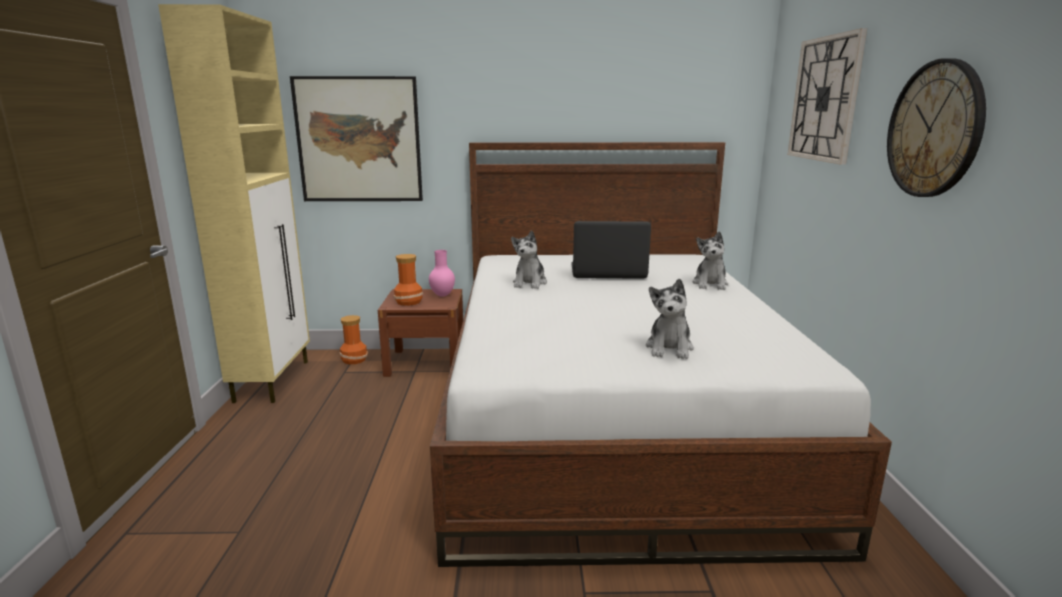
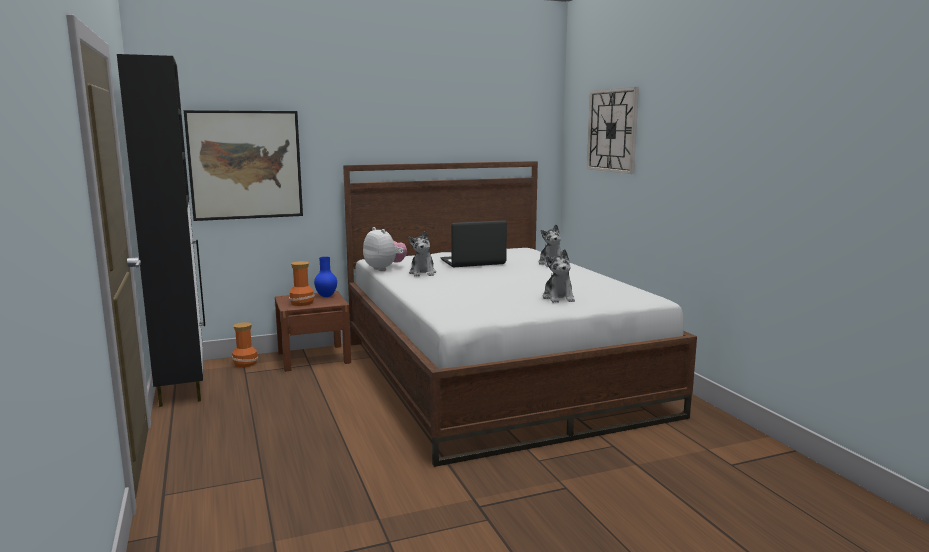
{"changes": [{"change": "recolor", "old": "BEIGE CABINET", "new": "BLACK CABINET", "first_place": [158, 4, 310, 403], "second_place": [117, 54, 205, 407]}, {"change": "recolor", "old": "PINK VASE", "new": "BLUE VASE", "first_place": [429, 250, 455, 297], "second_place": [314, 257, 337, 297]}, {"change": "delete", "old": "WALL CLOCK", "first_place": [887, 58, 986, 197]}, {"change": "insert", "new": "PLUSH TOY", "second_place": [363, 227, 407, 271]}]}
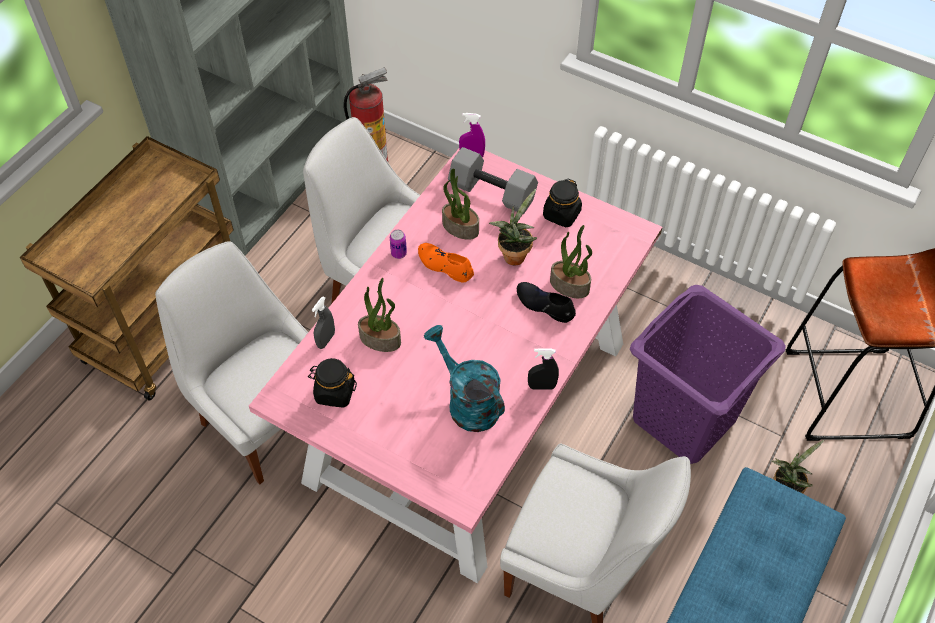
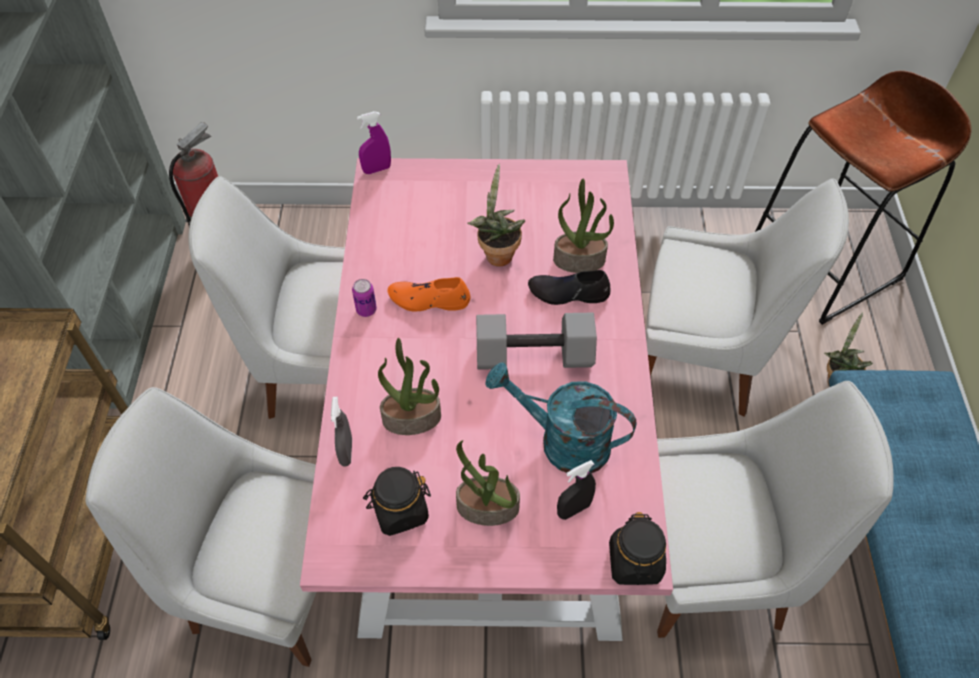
{"changes": [{"change": "move", "old": "POTTED PLANT", "first_place": [442, 169, 479, 240], "second_place": [456, 440, 520, 526]}, {"change": "move", "old": "GREY DUMBBELL", "first_place": [448, 147, 538, 214], "second_place": [476, 313, 597, 370]}, {"change": "move", "old": "BLACK SPRAY BOTTLE", "first_place": [528, 348, 559, 390], "second_place": [557, 460, 596, 520]}, {"change": "move", "old": "BLACK JAR", "first_place": [543, 179, 582, 227], "second_place": [609, 512, 666, 585]}, {"change": "replace", "old": "PURPLE LAUNDRY BASKET", "new": "WHITE CHAIR", "first_place": [630, 285, 786, 464], "second_place": [646, 178, 849, 417]}]}
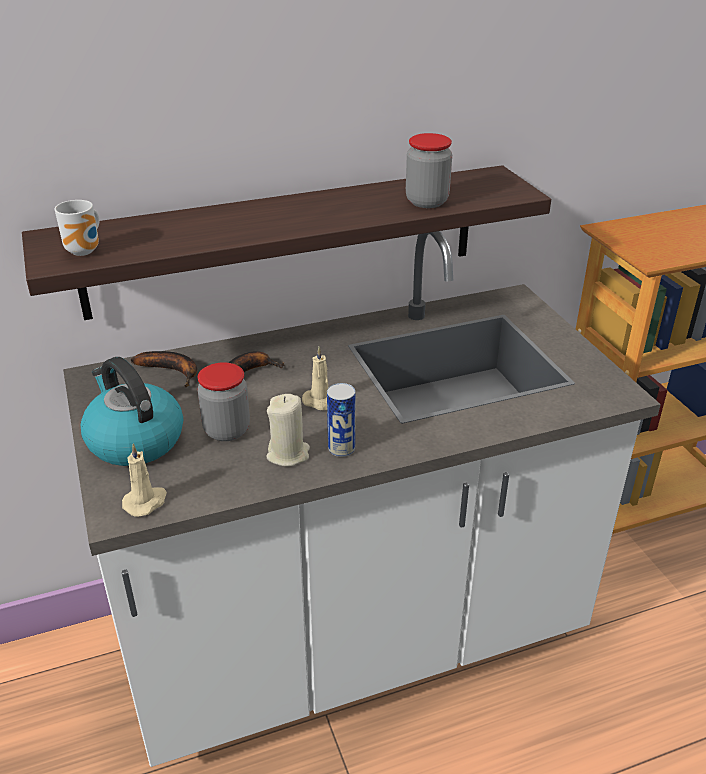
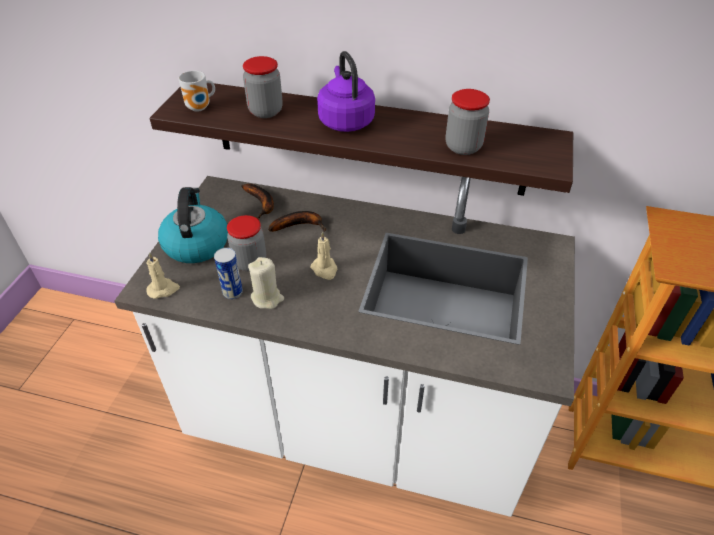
{"changes": [{"change": "move", "old": "CAN", "first_place": [327, 383, 355, 457], "second_place": [214, 248, 243, 299]}, {"change": "insert", "new": "JAR", "second_place": [243, 56, 283, 118]}, {"change": "insert", "new": "PURPLE KETTLE", "second_place": [317, 51, 375, 132]}]}
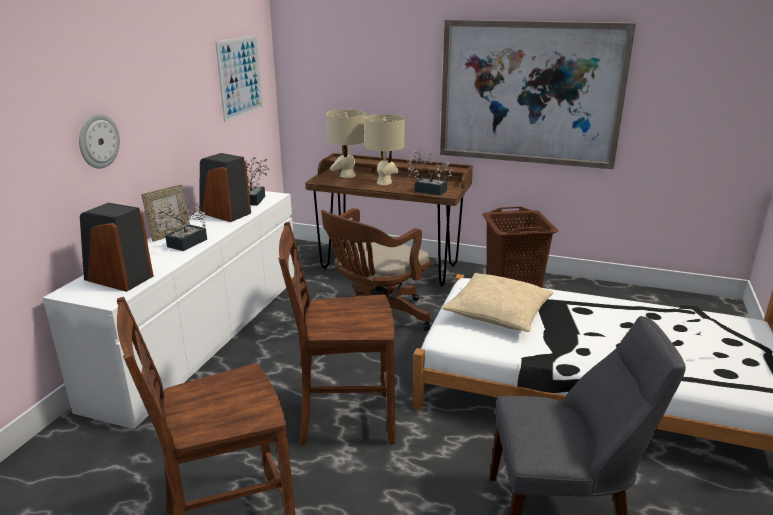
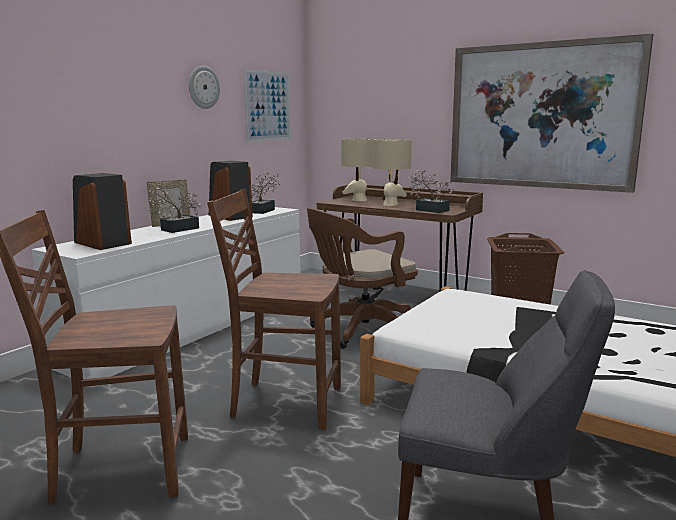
{"changes": [{"change": "move", "old": "WALL CLOCK", "first_place": [79, 113, 120, 169], "second_place": [189, 66, 220, 109]}, {"change": "delete", "old": "BEIGE PILLOW", "first_place": [442, 273, 553, 332]}]}
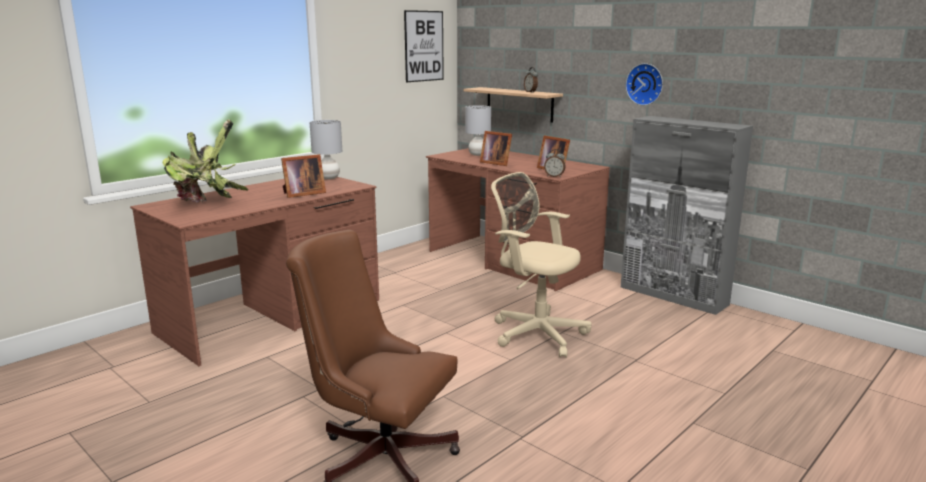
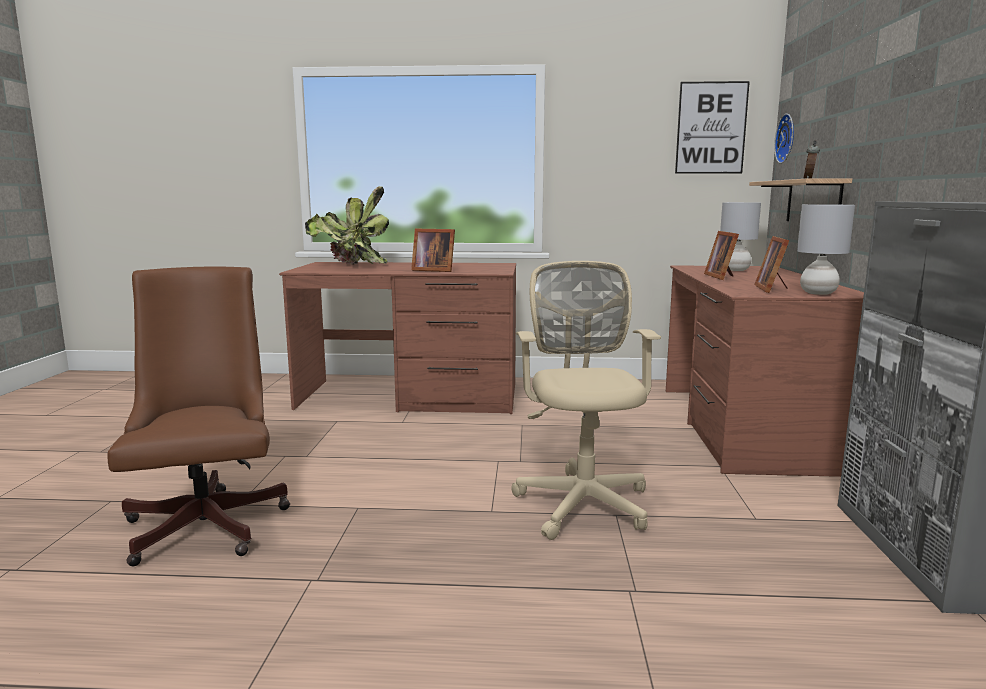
{"changes": [{"change": "move", "old": "GREY TABLE LAMP", "first_place": [310, 120, 342, 179], "second_place": [797, 204, 855, 295]}, {"change": "delete", "old": "ALARM CLOCK", "first_place": [544, 149, 566, 177]}, {"change": "move", "old": "WALL CLOCK", "first_place": [626, 63, 663, 106], "second_place": [774, 114, 794, 164]}]}
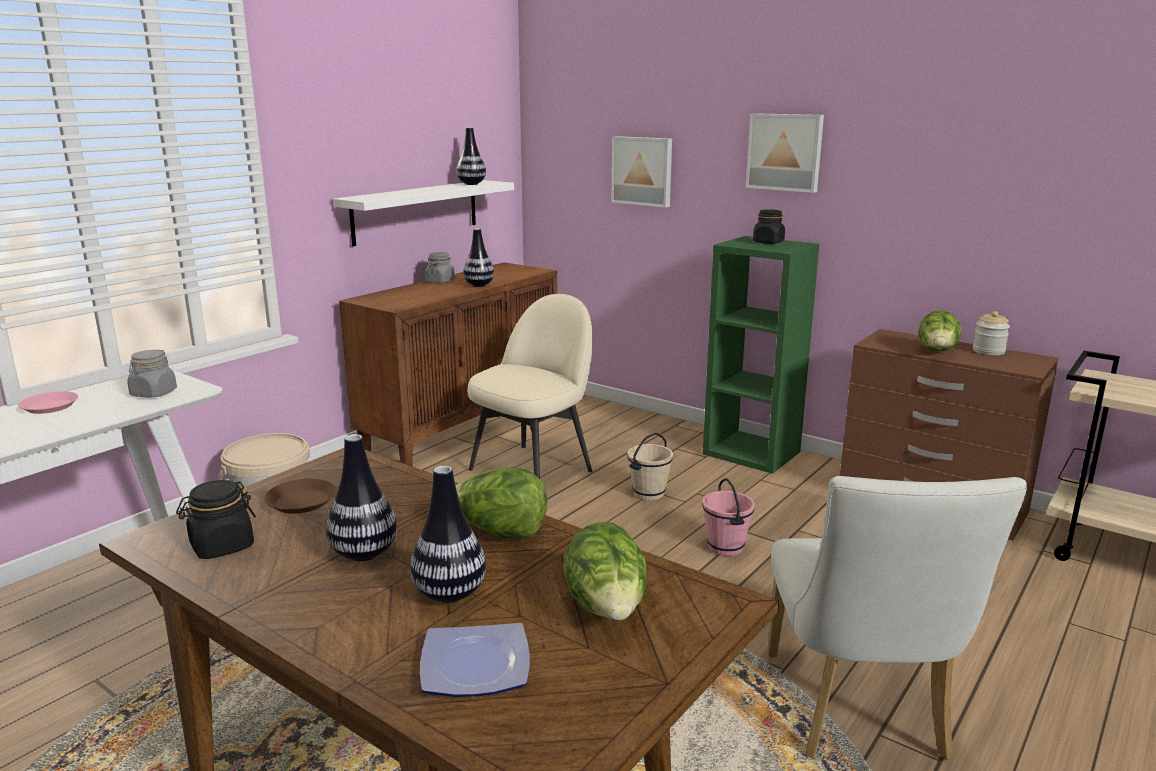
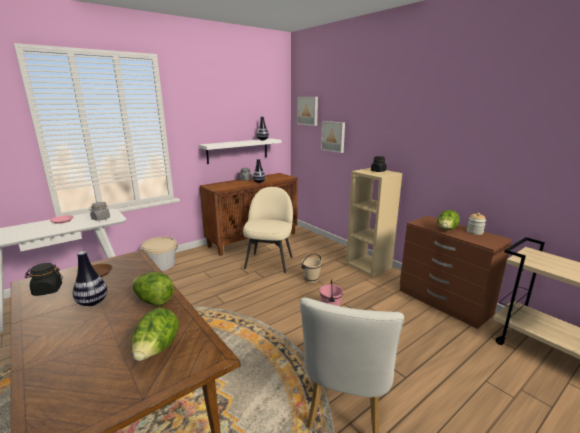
{"changes": [{"change": "delete", "old": "VASE", "first_place": [410, 466, 486, 603]}, {"change": "delete", "old": "PLATE", "first_place": [420, 623, 530, 697]}, {"change": "rotate", "old": "BEIGE CHAIR", "first_place": [468, 294, 593, 479], "second_place": [243, 187, 293, 273], "degrees": -45}, {"change": "recolor", "old": "GREEN BOOKCASE", "new": "BEIGE BOOKCASE", "first_place": [703, 236, 819, 474], "second_place": [346, 168, 402, 277]}, {"change": "move", "old": "PICTURE", "first_place": [746, 113, 824, 193], "second_place": [297, 97, 318, 126]}]}
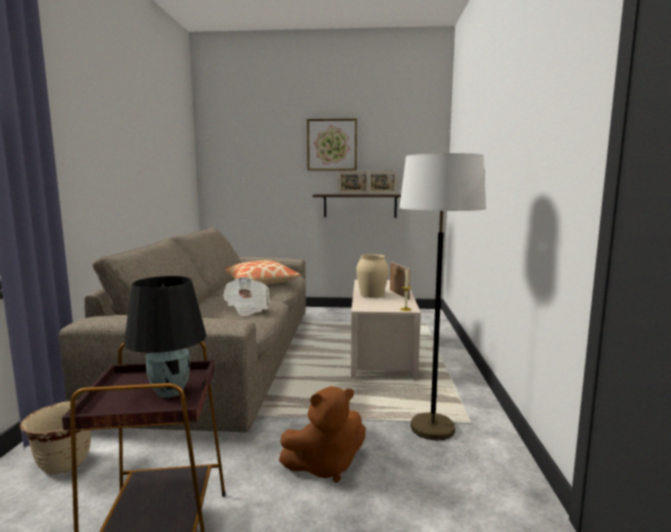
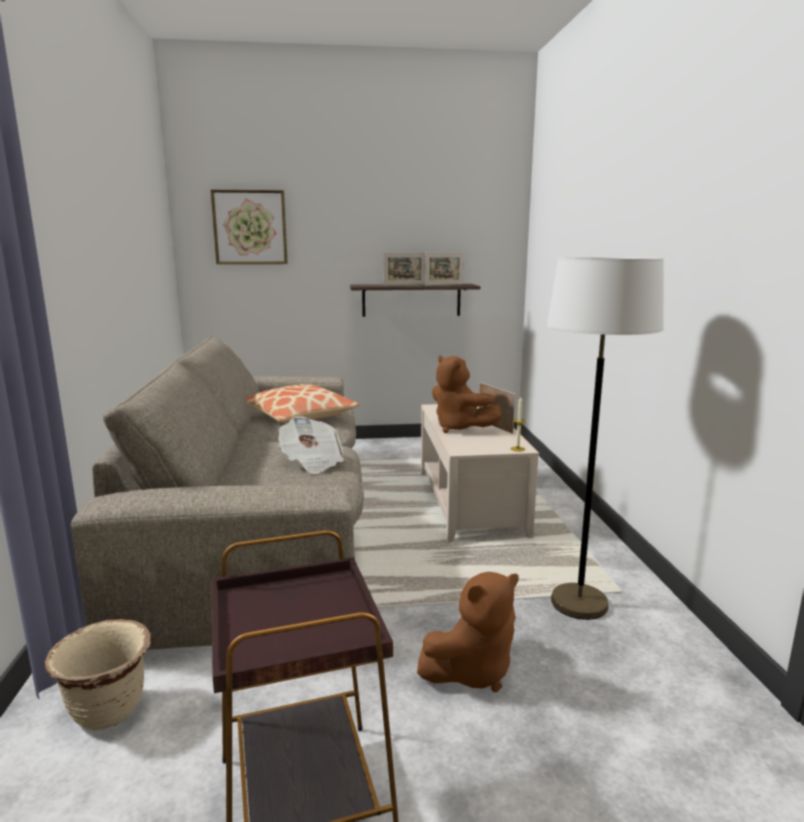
{"changes": [{"change": "delete", "old": "BLACK TABLE LAMP", "first_place": [124, 276, 207, 398]}, {"change": "move", "old": "PICTURE", "first_place": [307, 119, 357, 171], "second_place": [211, 190, 288, 264]}, {"change": "replace", "old": "BEIGE VASE", "new": "BROWN PLUSH TOY", "first_place": [356, 254, 389, 298], "second_place": [432, 355, 501, 433]}]}
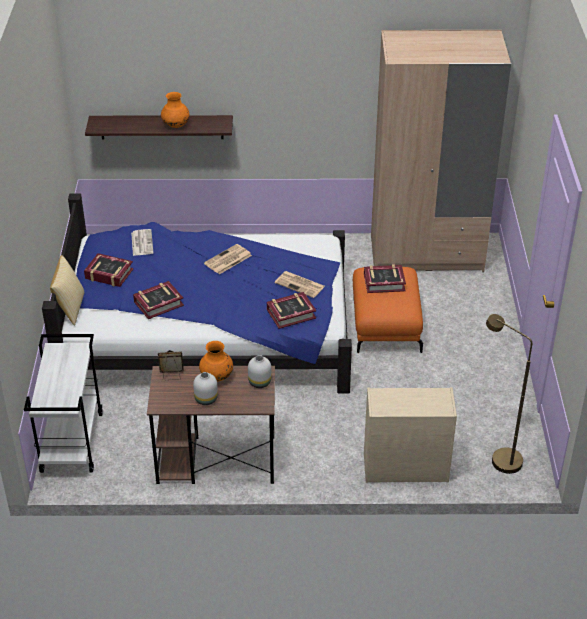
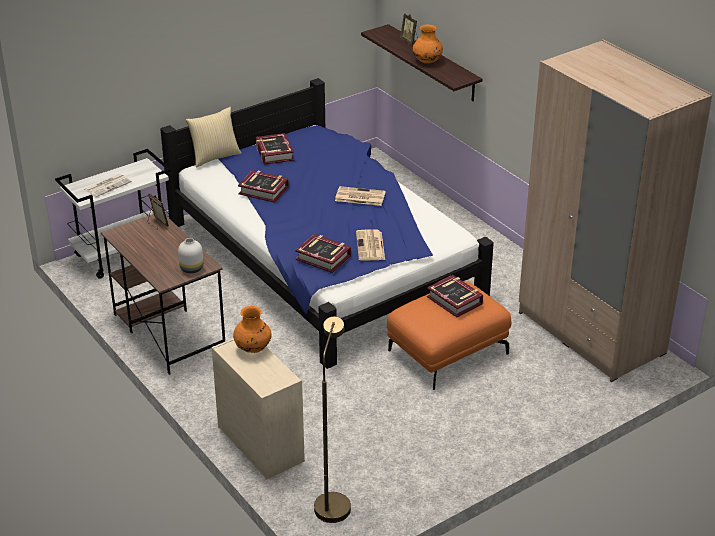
{"changes": [{"change": "move", "old": "NEWSPAPER", "first_place": [131, 229, 153, 256], "second_place": [84, 174, 132, 197]}, {"change": "delete", "old": "WHITE VASE", "first_place": [193, 372, 218, 405]}, {"change": "move", "old": "ORANGE VASE", "first_place": [199, 341, 233, 382], "second_place": [233, 306, 272, 353]}, {"change": "insert", "new": "PICTURE FRAME", "second_place": [400, 13, 418, 45]}]}
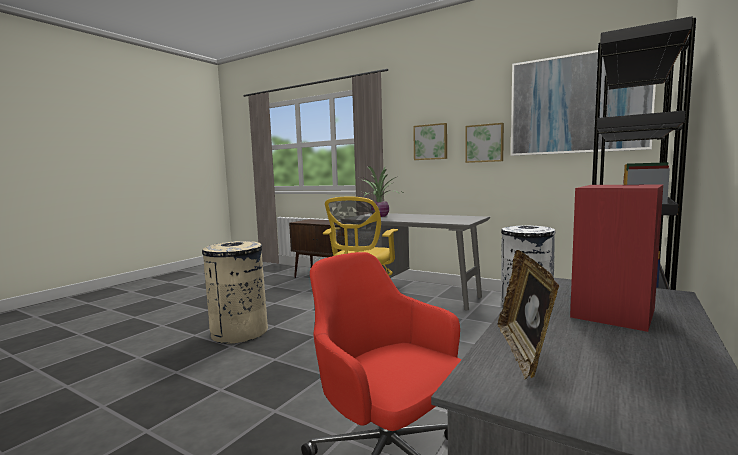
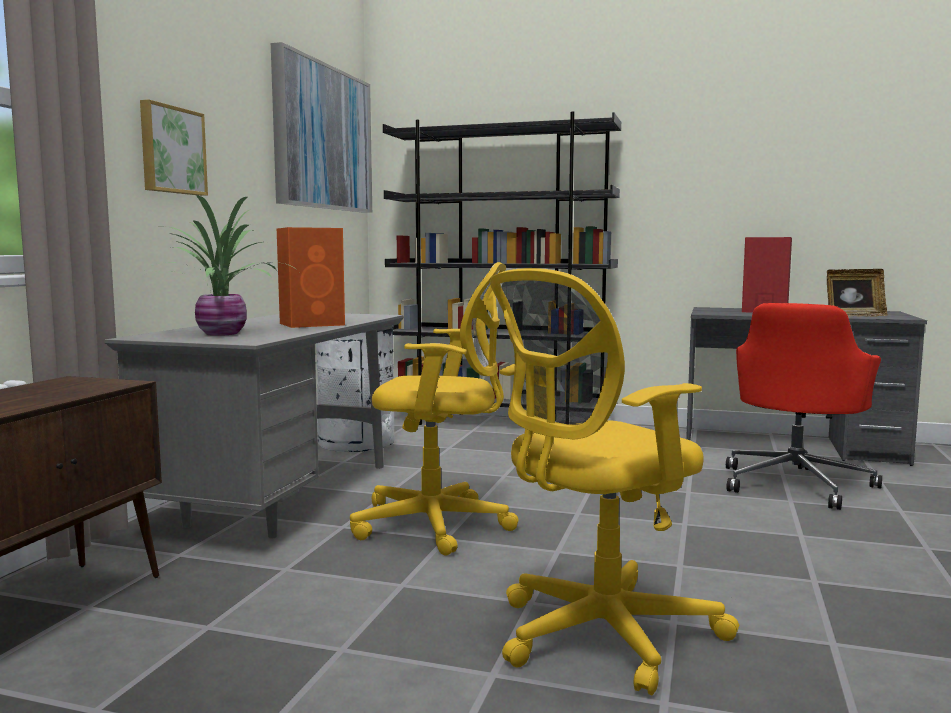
{"changes": [{"change": "replace", "old": "BEIGE TRASH CAN", "new": "YELLOW OFFICE CHAIR", "first_place": [202, 241, 268, 343], "second_place": [490, 268, 740, 695]}, {"change": "delete", "old": "PICTURE", "first_place": [465, 123, 504, 163]}, {"change": "insert", "new": "ORANGE SPEAKER", "second_place": [277, 227, 345, 328]}]}
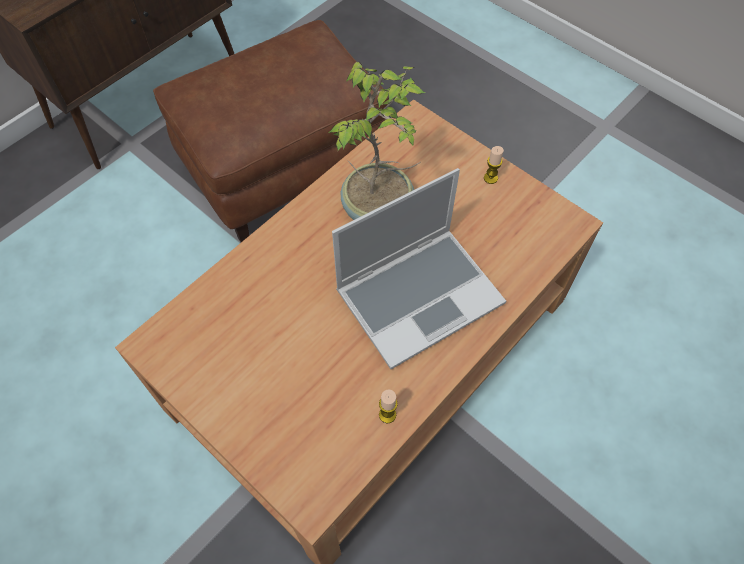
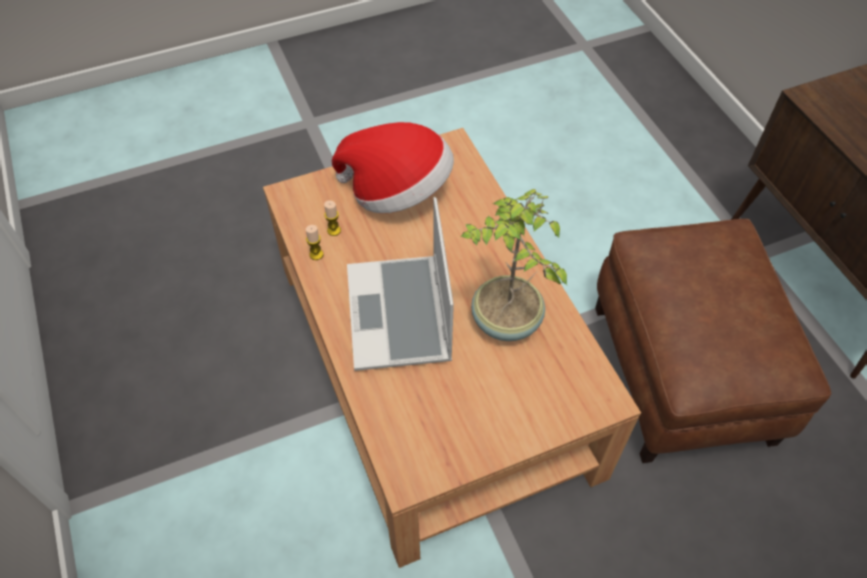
{"changes": [{"change": "move", "old": "CANDLE", "first_place": [484, 146, 504, 184], "second_place": [324, 200, 341, 236]}, {"change": "insert", "new": "HAT", "second_place": [332, 122, 454, 213]}]}
